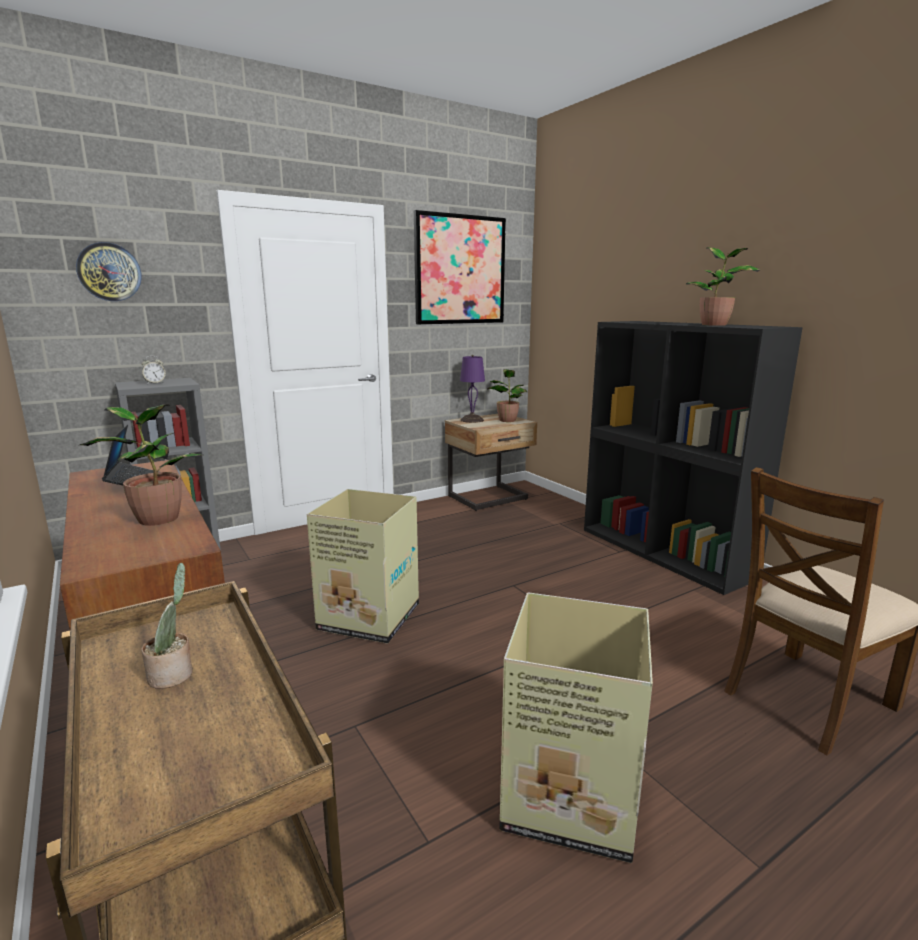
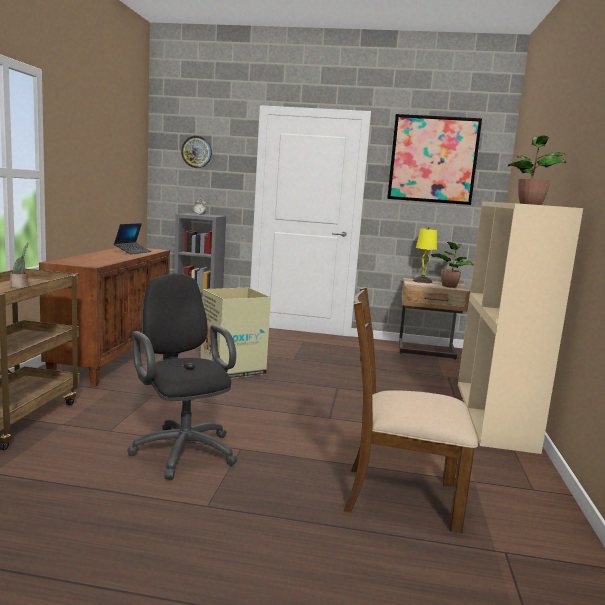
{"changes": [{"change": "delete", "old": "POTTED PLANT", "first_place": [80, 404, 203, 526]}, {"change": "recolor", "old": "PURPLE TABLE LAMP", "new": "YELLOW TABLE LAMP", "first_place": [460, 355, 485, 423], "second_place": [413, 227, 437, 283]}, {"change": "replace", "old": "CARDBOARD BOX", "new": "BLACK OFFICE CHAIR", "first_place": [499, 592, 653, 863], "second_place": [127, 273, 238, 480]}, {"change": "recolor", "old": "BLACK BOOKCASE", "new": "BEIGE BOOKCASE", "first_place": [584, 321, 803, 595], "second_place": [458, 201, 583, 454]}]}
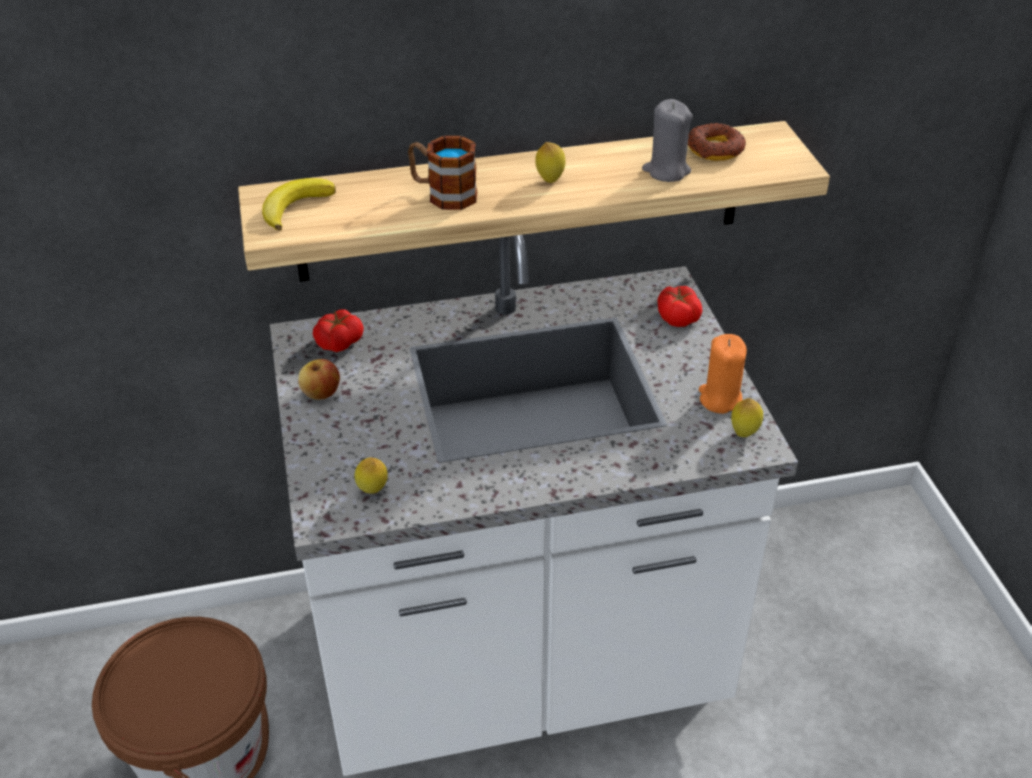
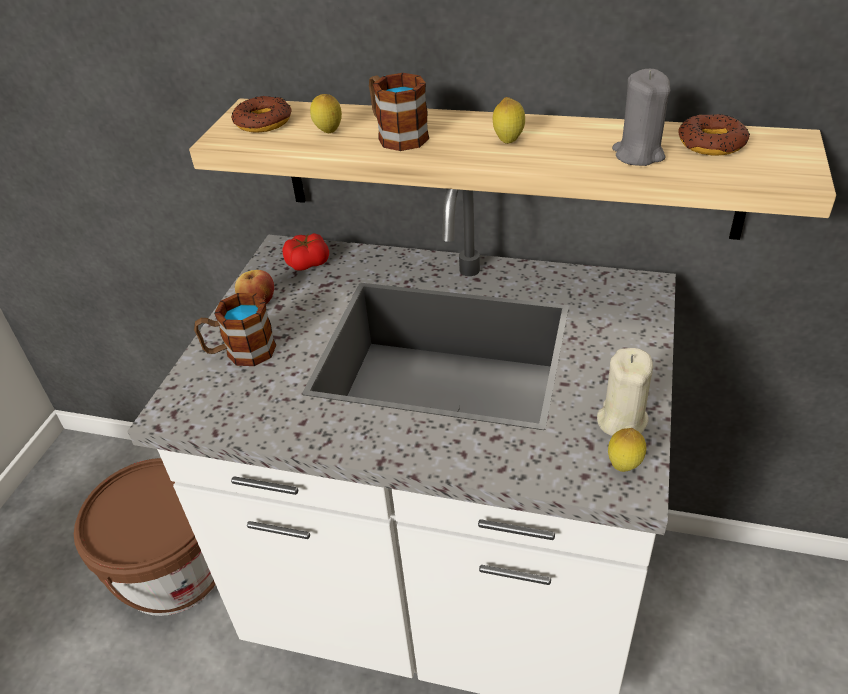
{"changes": [{"change": "replace", "old": "BANANA", "new": "DONUT", "first_place": [262, 178, 336, 231], "second_place": [231, 96, 292, 132]}, {"change": "move", "old": "LEMON", "first_place": [355, 458, 388, 494], "second_place": [310, 94, 342, 133]}, {"change": "delete", "old": "TOMATO", "first_place": [657, 285, 703, 327]}, {"change": "recolor", "old": "ORANGE CANDLE", "new": "BEIGE CANDLE", "first_place": [699, 334, 747, 414], "second_place": [597, 348, 653, 436]}, {"change": "insert", "new": "MUG", "second_place": [194, 293, 276, 366]}]}
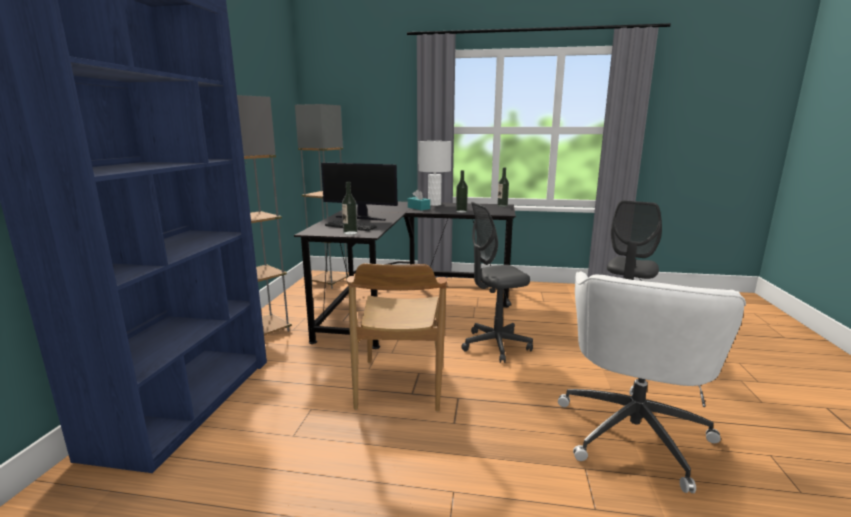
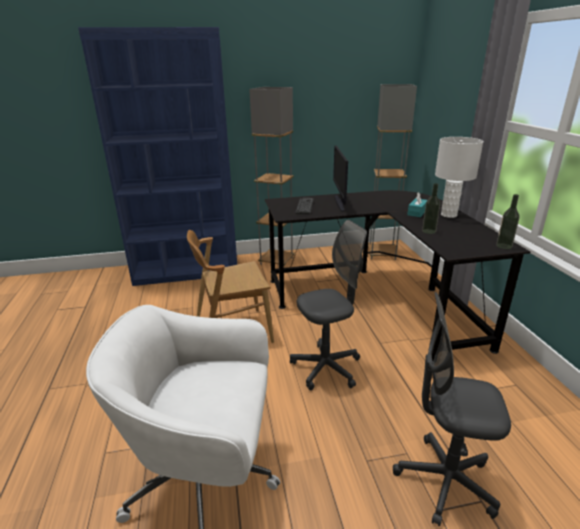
{"changes": [{"change": "delete", "old": "BOTTLE", "first_place": [342, 182, 358, 235]}, {"change": "rotate", "old": "GREY OFFICE CHAIR", "first_place": [461, 202, 533, 363], "second_place": [290, 220, 367, 390], "degrees": 105}]}
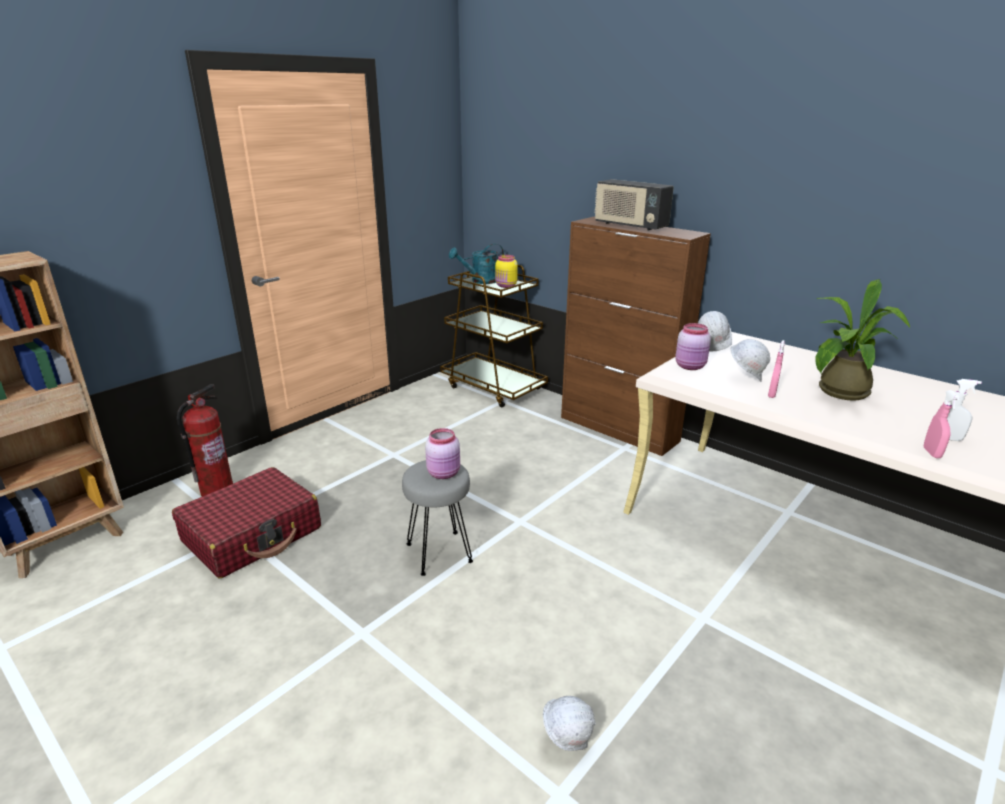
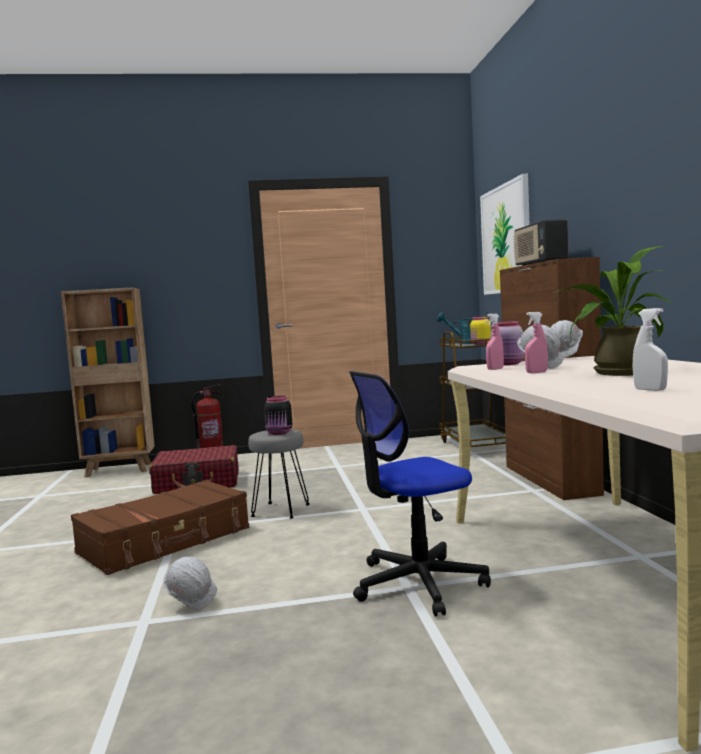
{"changes": [{"change": "recolor", "old": "PINK JAR", "new": "BLACK JAR", "first_place": [425, 428, 460, 479], "second_place": [264, 395, 292, 435]}, {"change": "move", "old": "PINK SPRAY BOTTLE", "first_place": [924, 390, 960, 458], "second_place": [486, 313, 504, 370]}, {"change": "insert", "new": "BROWN SUITCASE", "second_place": [71, 480, 249, 575]}, {"change": "insert", "new": "OFFICE CHAIR", "second_place": [349, 371, 491, 616]}, {"change": "insert", "new": "PICTURE", "second_place": [480, 174, 530, 295]}]}
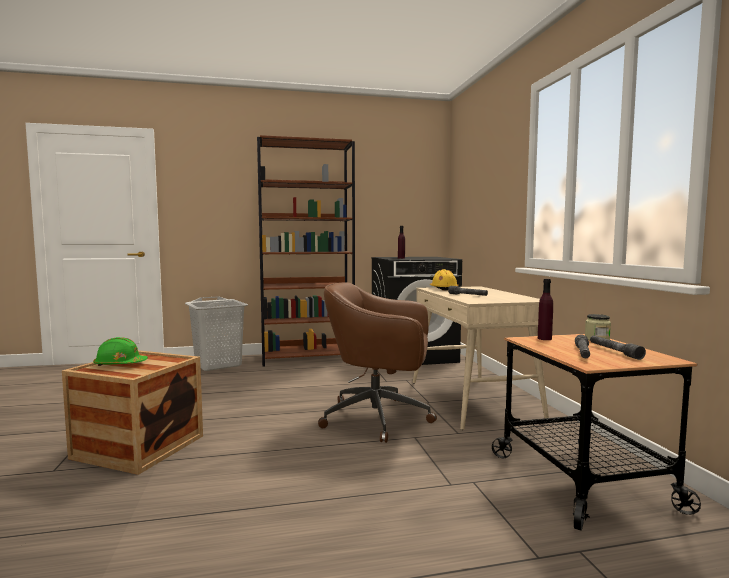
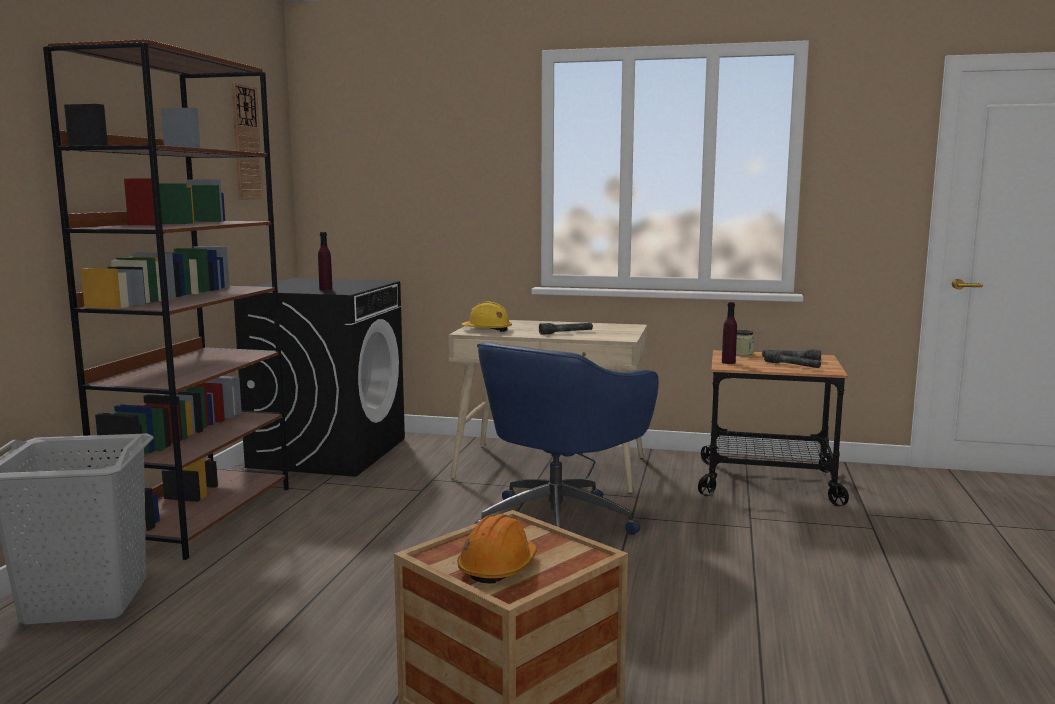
{"changes": [{"change": "recolor", "old": "GREEN HARD HAT", "new": "ORANGE HARD HAT", "first_place": [93, 337, 148, 366], "second_place": [457, 514, 537, 584]}, {"change": "recolor", "old": "BROWN OFFICE CHAIR", "new": "BLUE OFFICE CHAIR", "first_place": [318, 282, 437, 443], "second_place": [474, 342, 659, 535]}, {"change": "insert", "new": "WALL CLOCK", "second_place": [231, 82, 264, 200]}]}
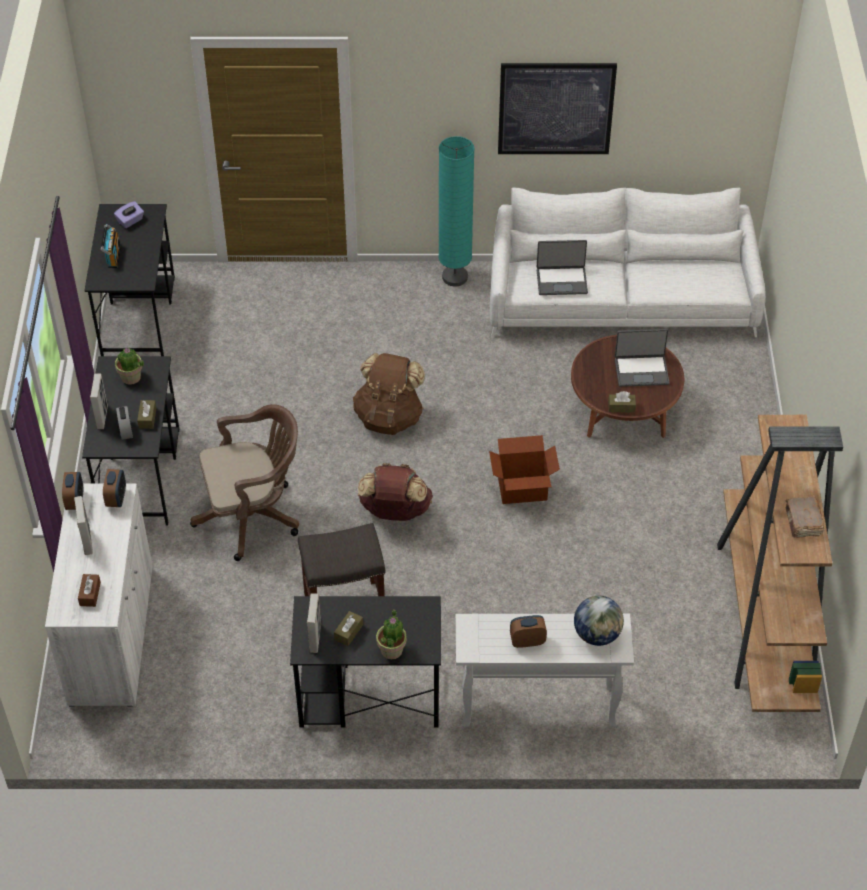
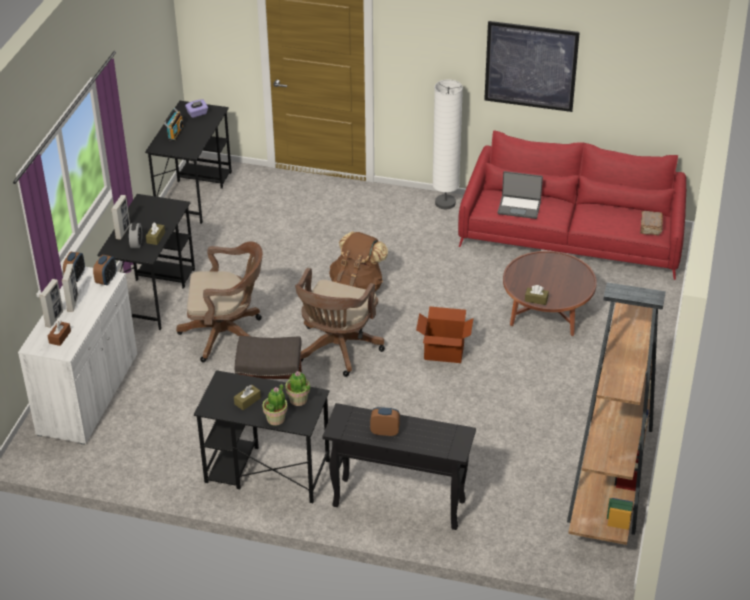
{"changes": [{"change": "move", "old": "POTTED PLANT", "first_place": [115, 348, 144, 385], "second_place": [285, 371, 310, 406]}, {"change": "move", "old": "PICTURE FRAME", "first_place": [307, 593, 321, 653], "second_place": [39, 279, 63, 328]}, {"change": "replace", "old": "BROWN BACKPACK", "new": "BROWN OFFICE CHAIR", "first_place": [358, 463, 433, 521], "second_place": [295, 268, 385, 377]}, {"change": "recolor", "old": "TURQUOISE FLOOR LAMP", "new": "WHITE FLOOR LAMP", "first_place": [438, 136, 475, 287], "second_place": [432, 79, 463, 209]}, {"change": "recolor", "old": "WHITE CONSOLE TABLE", "new": "BLACK CONSOLE TABLE", "first_place": [456, 614, 634, 727], "second_place": [322, 403, 476, 530]}, {"change": "recolor", "old": "WHITE SOFA", "new": "RED SOFA", "first_place": [490, 187, 766, 337], "second_place": [458, 130, 686, 280]}, {"change": "delete", "old": "GLOBE", "first_place": [574, 596, 624, 646]}, {"change": "delete", "old": "LAPTOP", "first_place": [615, 329, 670, 387]}, {"change": "move", "old": "BROWN BOOK", "first_place": [785, 497, 825, 538], "second_place": [640, 211, 663, 236]}]}
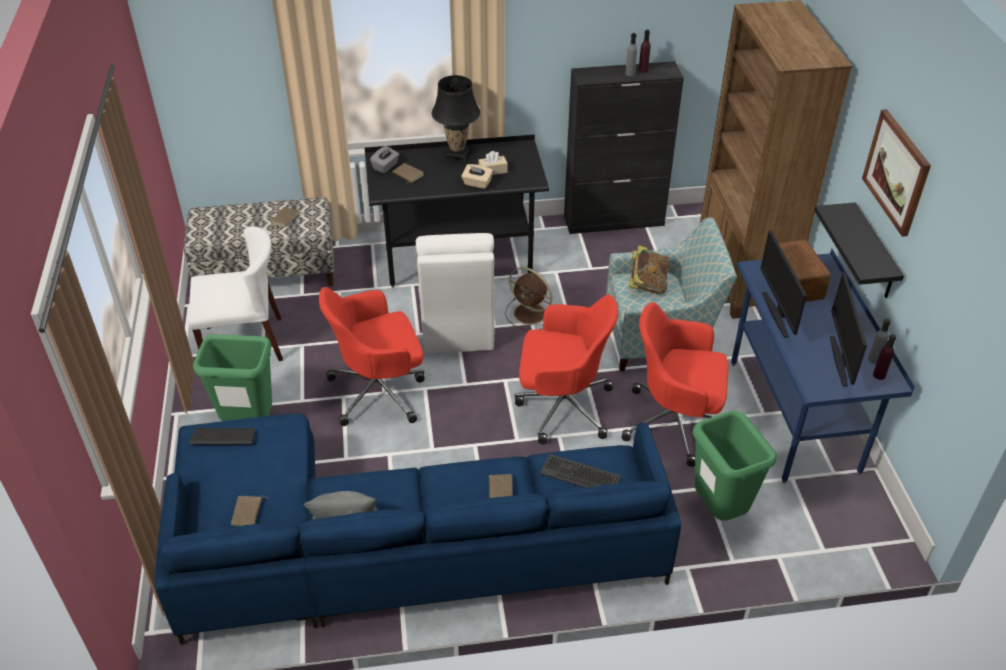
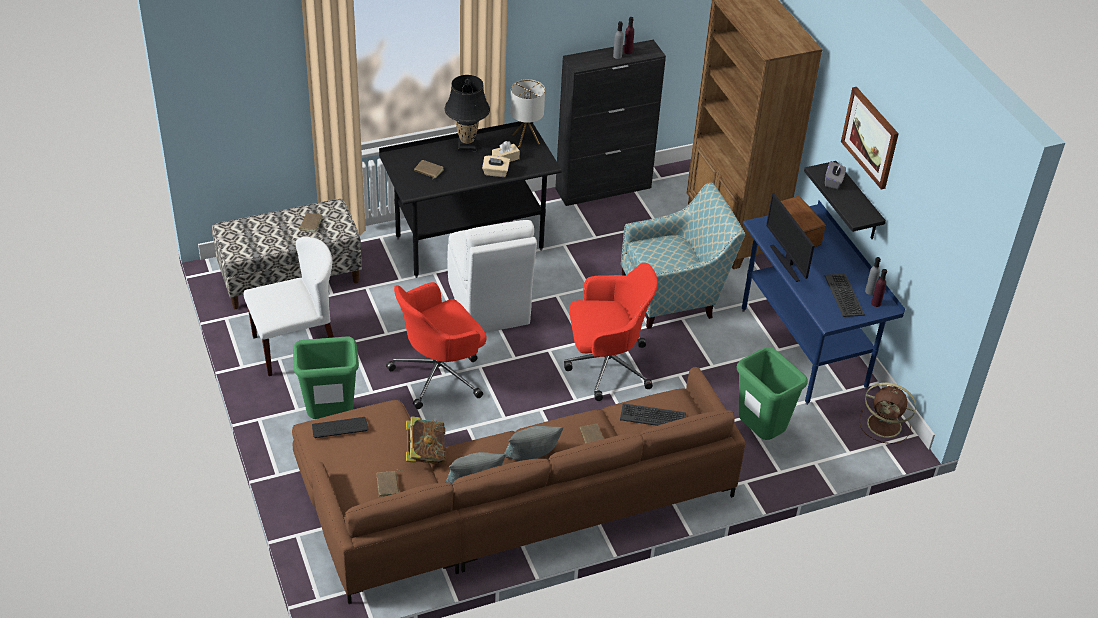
{"changes": [{"change": "recolor", "old": "BLUE SOFA", "new": "BROWN SOFA", "first_place": [155, 413, 681, 645], "second_place": [292, 367, 745, 604]}, {"change": "move", "old": "GREY TISSUE BOX", "first_place": [370, 146, 399, 173], "second_place": [825, 161, 846, 189]}, {"change": "move", "old": "BROWN FAN", "first_place": [505, 267, 552, 331], "second_place": [859, 382, 916, 444]}, {"change": "delete", "old": "RED OFFICE CHAIR", "first_place": [622, 302, 729, 467]}, {"change": "move", "old": "BOOK", "first_place": [628, 245, 669, 295], "second_place": [406, 417, 446, 464]}, {"change": "replace", "old": "MONITOR", "new": "KEYBOARD", "first_place": [830, 273, 867, 387], "second_place": [824, 274, 865, 317]}, {"change": "insert", "new": "GREY PILLOW", "second_place": [504, 426, 563, 461]}, {"change": "insert", "new": "TABLE LAMP", "second_place": [510, 79, 545, 147]}]}
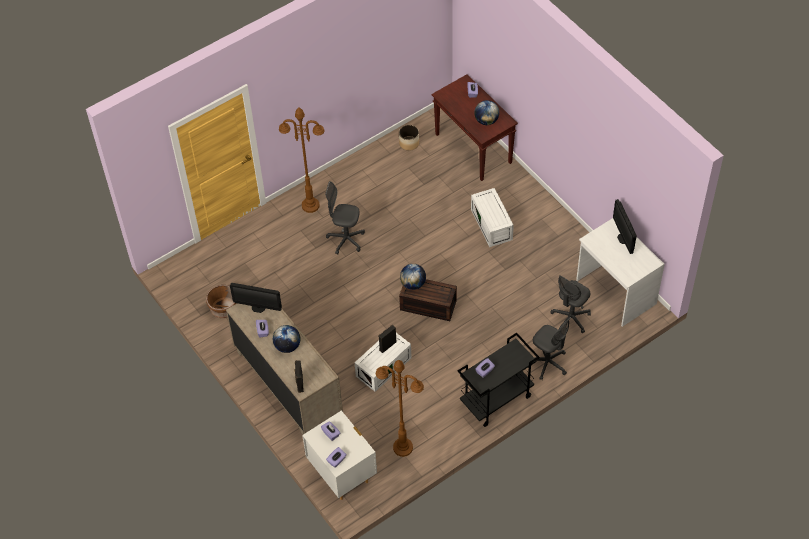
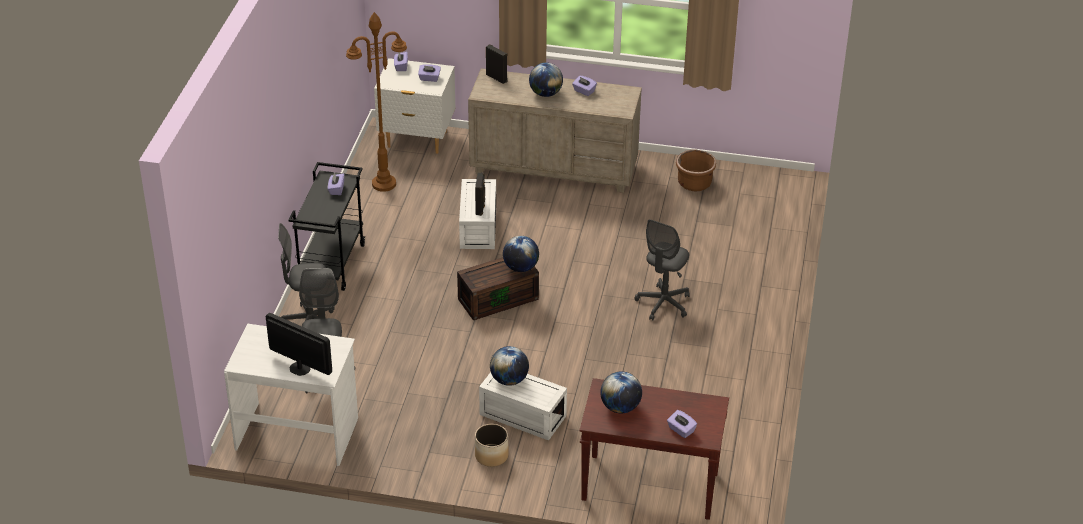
{"changes": [{"change": "delete", "old": "MONITOR", "first_place": [230, 283, 282, 313]}, {"change": "delete", "old": "BROWN FLOOR LAMP", "first_place": [279, 108, 324, 213]}, {"change": "rotate", "old": "GREY OFFICE CHAIR", "first_place": [325, 181, 365, 254], "second_place": [634, 219, 690, 320], "degrees": 150}, {"change": "move", "old": "PLANTER", "first_place": [399, 125, 419, 151], "second_place": [475, 424, 509, 467]}, {"change": "insert", "new": "GLOBE", "second_place": [490, 346, 529, 386]}]}
